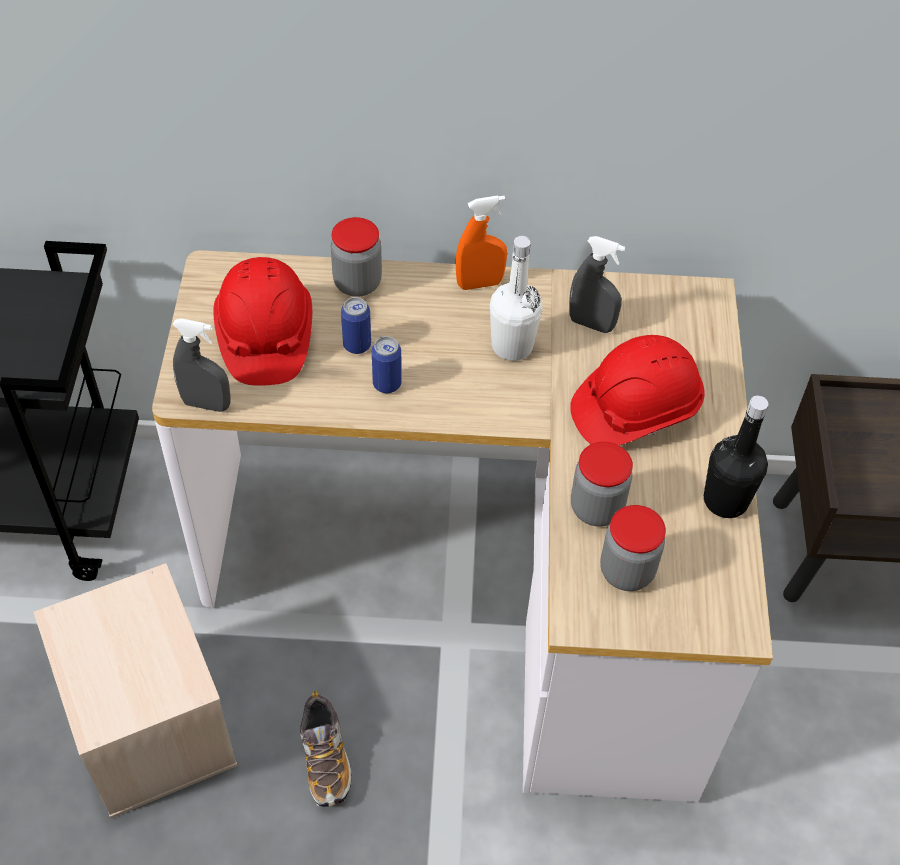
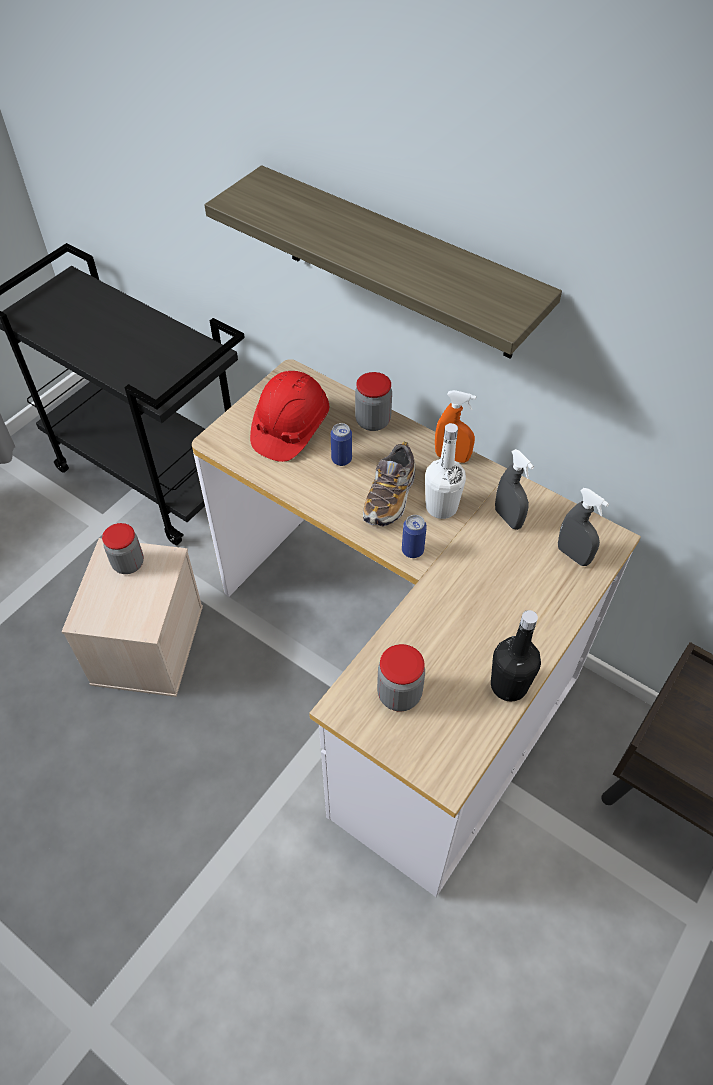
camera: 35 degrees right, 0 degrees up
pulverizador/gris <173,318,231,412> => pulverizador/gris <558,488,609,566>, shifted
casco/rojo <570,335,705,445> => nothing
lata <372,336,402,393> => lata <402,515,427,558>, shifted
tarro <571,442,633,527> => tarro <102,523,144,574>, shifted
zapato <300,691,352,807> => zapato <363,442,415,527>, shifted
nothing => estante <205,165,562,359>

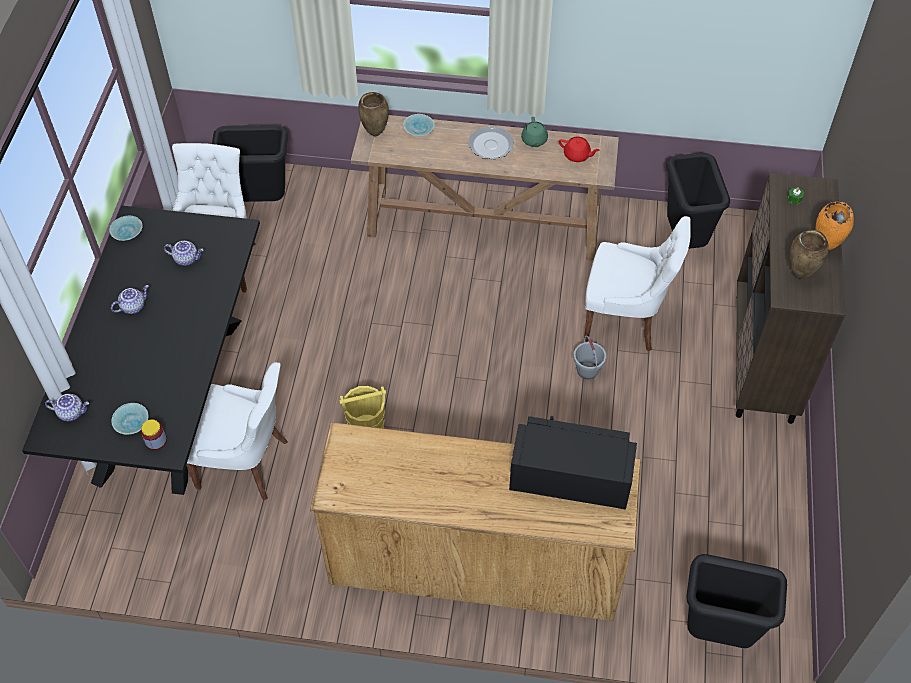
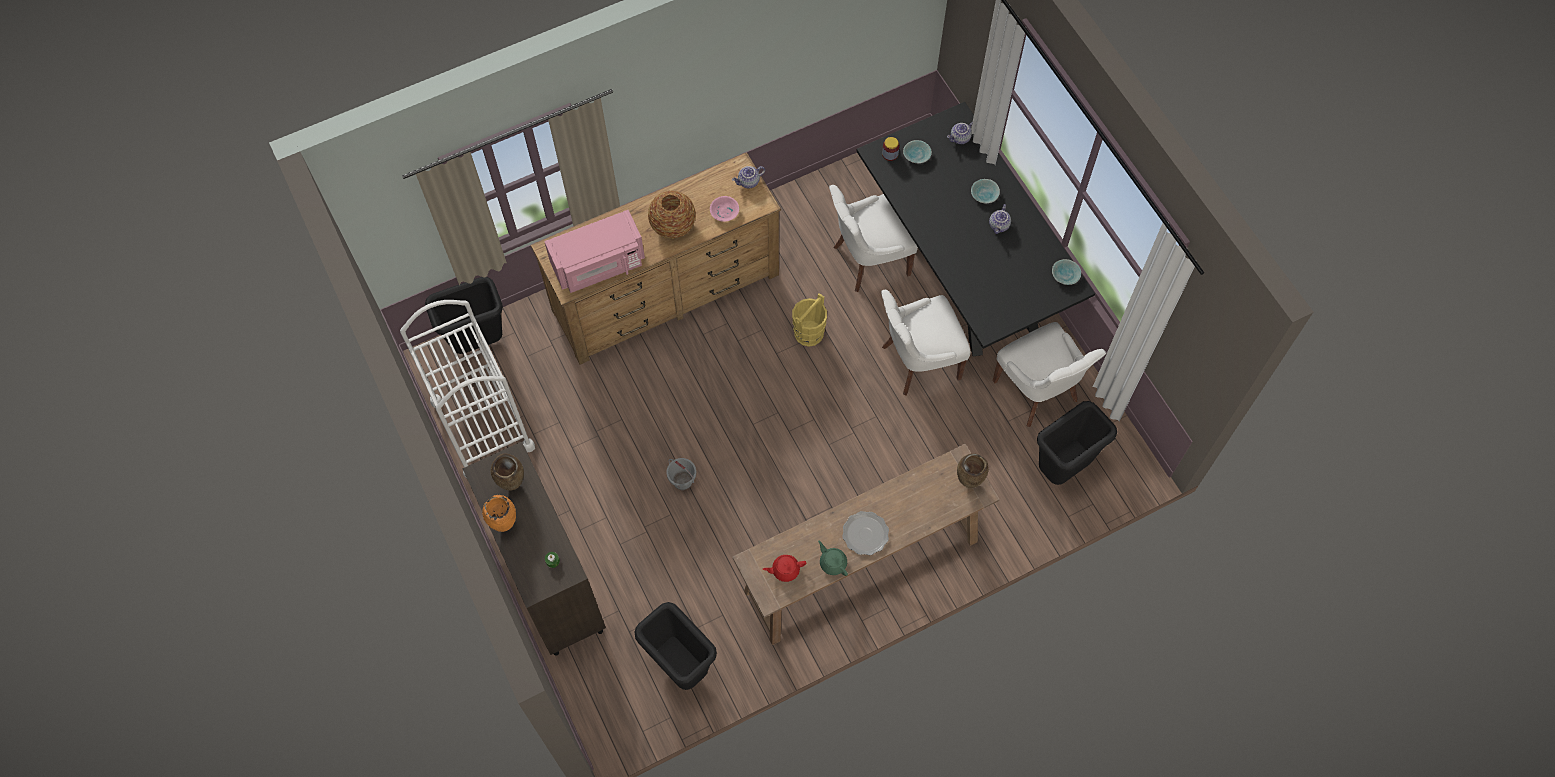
camera: 145 degrees right, 10 degrees up
cuenco/turquesa <404,114,434,136> => cuenco/turquesa <971,179,1000,203>, shifted
silla/blanco <584,216,691,352> => silla/blanco <881,290,971,396>, shifted
tetera <164,241,204,266> => tetera <732,166,765,188>, shifted
microondas/negro <509,416,637,510> => microondas/rosa <544,210,645,293>
nothing => florero <648,190,696,238>
nothing => cuenco/rosa <710,196,739,222>
nothing => carrito/blanco <400,300,535,479>

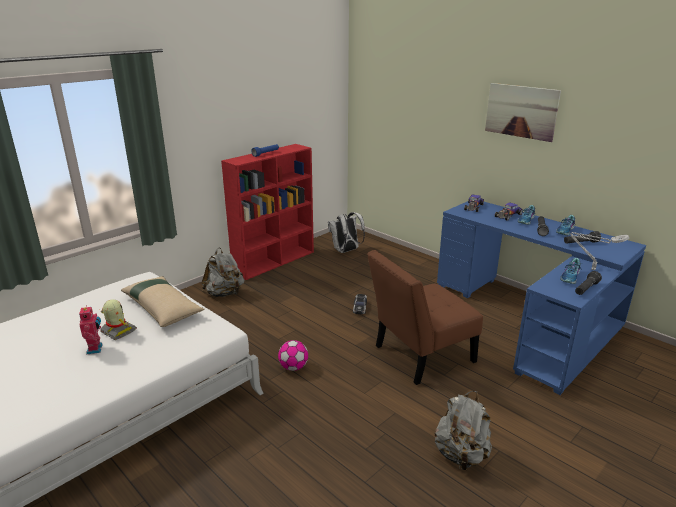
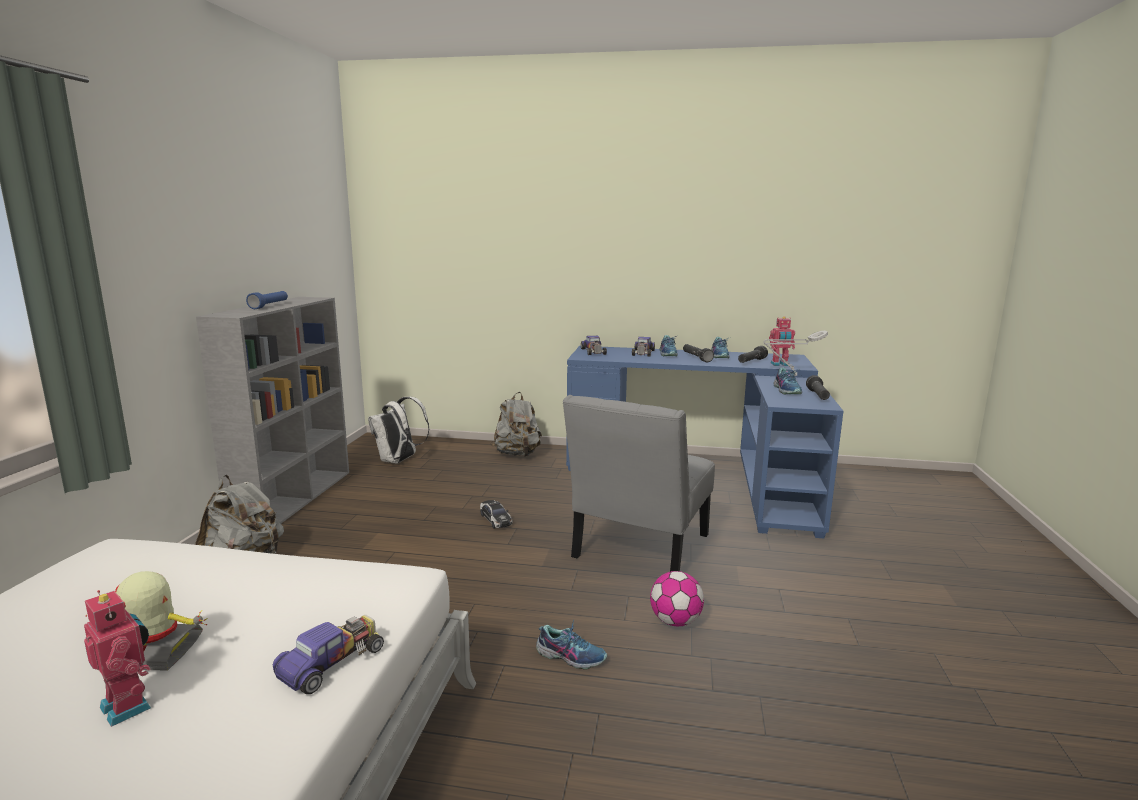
camera: 35 degrees left, 10 degrees down
cuadro <485,83,561,142> => nothing
estantería/rojo <221,144,314,280> => estantería/gris <196,297,349,524>
silla/marrón <367,250,483,385> => silla/gris <563,395,715,572>
cojín/beis <121,276,204,327> => nothing
balón de fútbol <278,340,308,371> => balón de fútbol <650,571,704,626>, shifted
mochila/gris <435,391,492,470> => mochila/gris <491,392,542,457>, shifted
nothing => robot de juguete <769,316,795,366>
nothing => coche de juguete <273,615,384,694>
nothing => zapato <536,620,607,670>

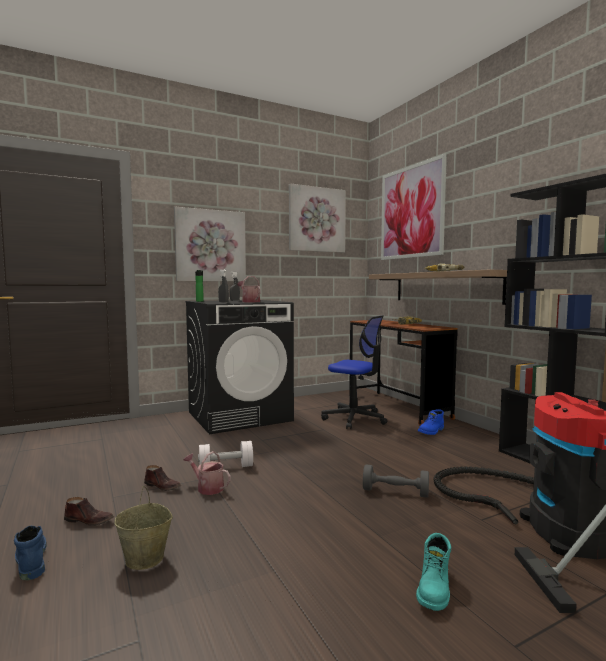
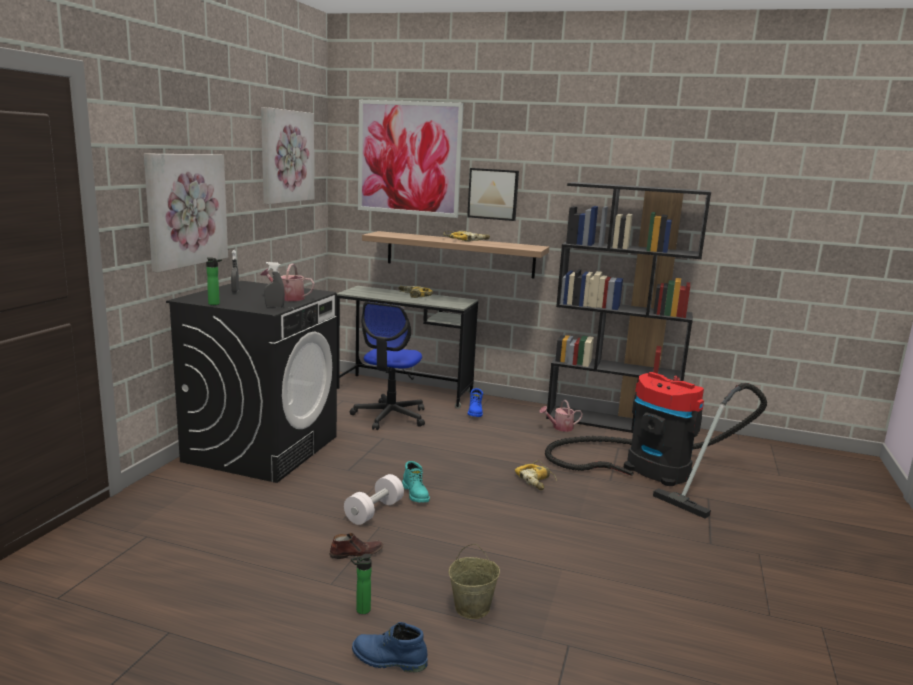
camera: 45 degrees left, 10 degrees up
silla de oficina <321,315,387,429> => silla de oficina <350,302,425,430>, 120 degrees clockwise
escritorio/marrón <349,320,458,426> => escritorio/gris <337,286,478,409>
regadera <183,451,231,495> => regadera <540,400,583,432>, shifted
mancuerna/gris <363,464,429,498> => taladro <515,460,557,490>
zapato/marrón <64,497,114,526> => botella <351,554,372,614>
bota/turquesa <416,533,451,611> => bota/turquesa <402,461,430,503>, shifted
nothing => cuadro <467,168,519,221>

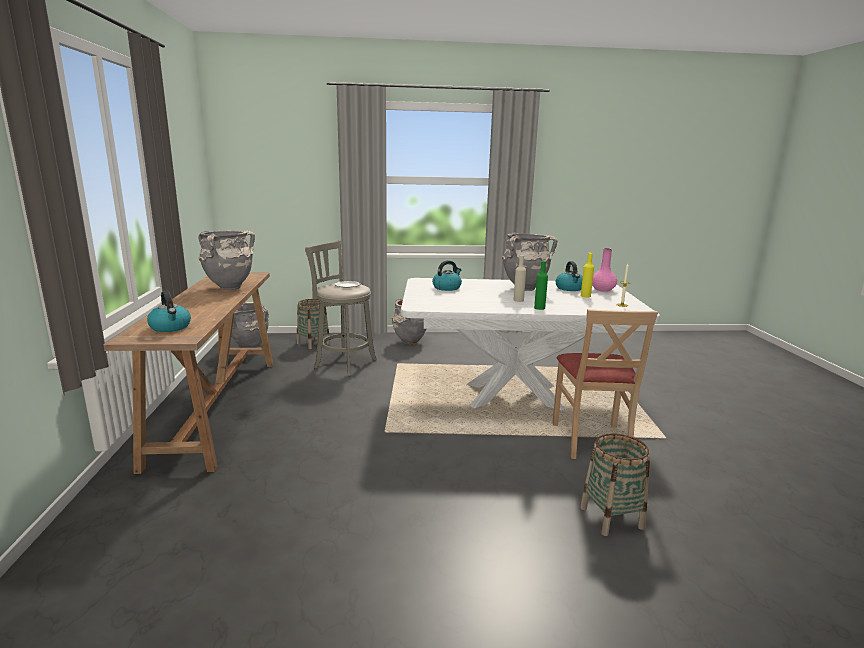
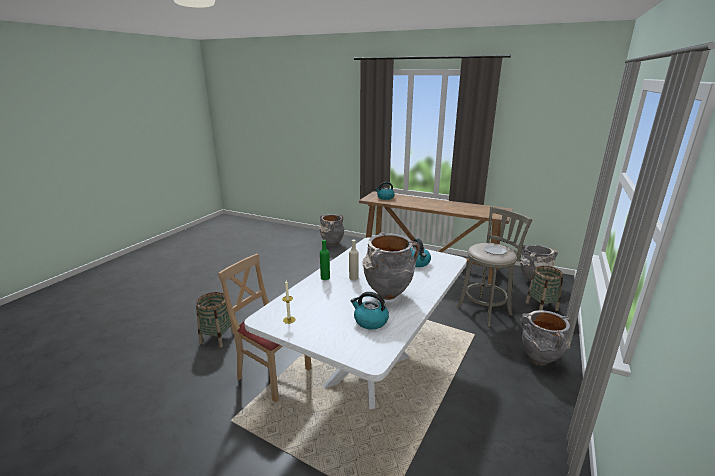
camera: 120 degrees right, 5 degrees up
florero/gris <198,230,255,290> => florero/gris <319,214,345,246>, shifted
florero/rosa <592,248,617,292> => nothing
botella/amarillo <581,253,594,297> => nothing

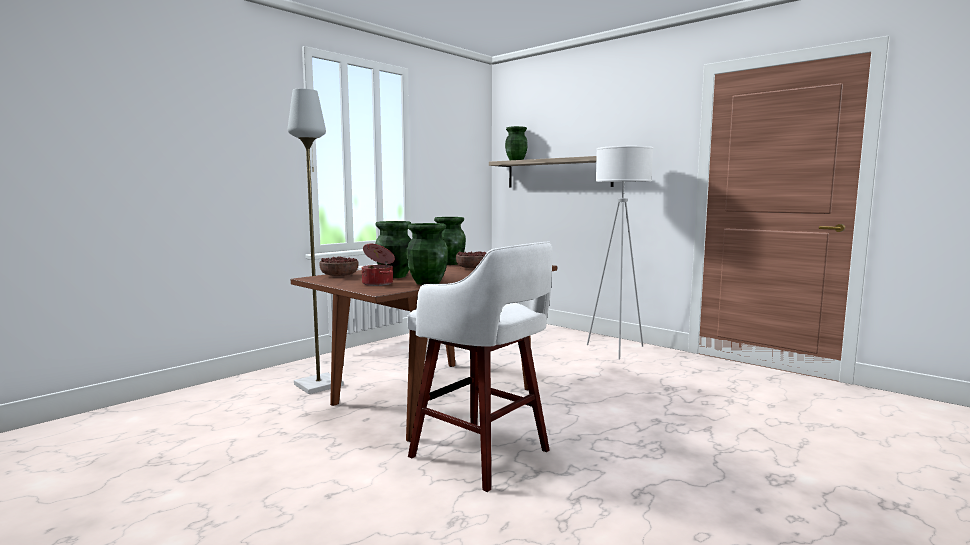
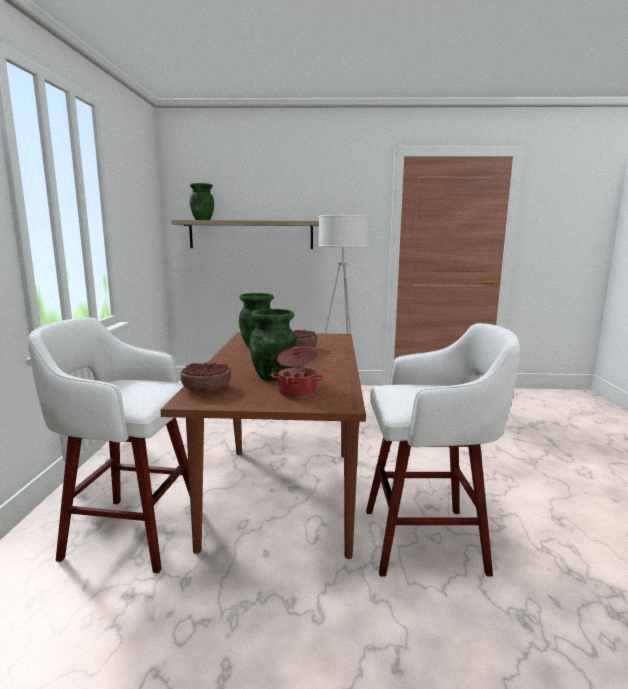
camera: 40 degrees left, 5 degrees up
lámpara de pie/gris <288,89,344,394> => taburete/blanco <28,318,190,573>
florero/verde <407,223,448,285> => nothing

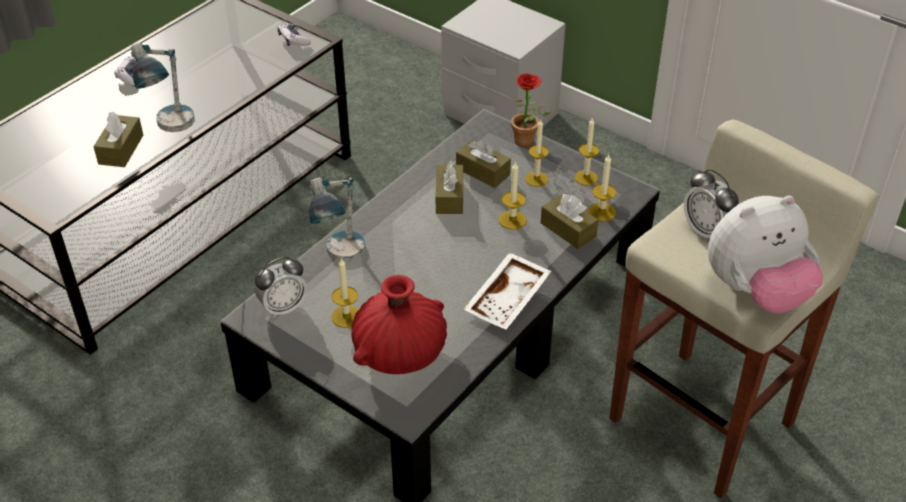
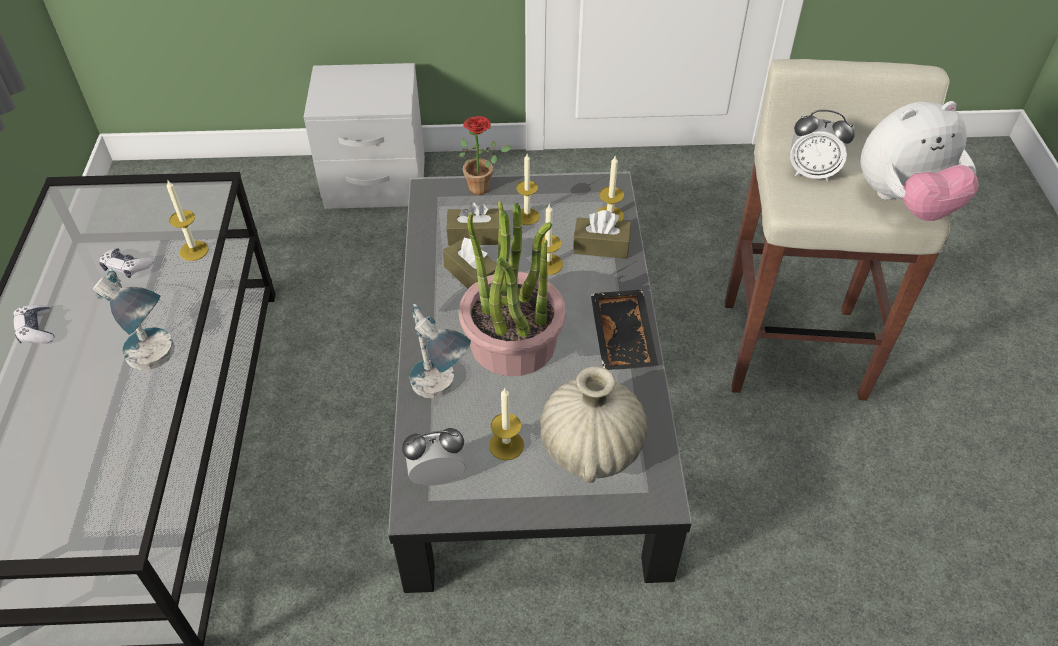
camera: 40 degrees left, 5 degrees up
mando de consola <278,23,311,46> => mando de consola <99,248,154,278>, shifted
caja de pañuelos/marrón <93,112,143,167> => nothing
vela <575,117,599,185> => vela <167,179,209,261>, shifted
peluche <708,196,823,313> => peluche <860,101,978,221>, 45 degrees clockwise
bandeja/blanco <463,252,551,330> => bandeja/negro <591,289,658,370>
despertador <255,257,307,318> => despertador <402,428,466,486>, 120 degrees counterclockwise
florero/rojo <351,275,447,374> => florero/beis <540,366,648,483>
nothing => planta en maceta <459,201,566,376>

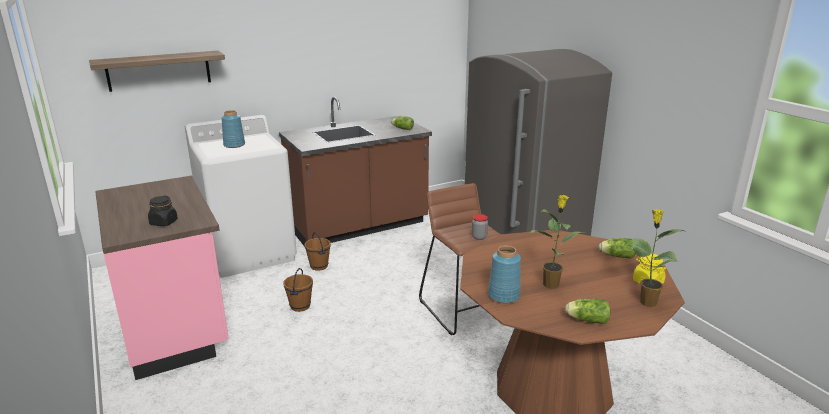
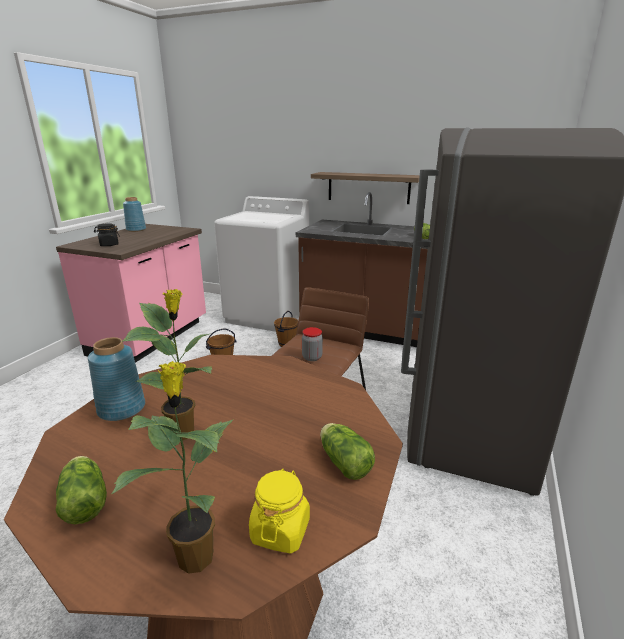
camera: 50 degrees right, 0 degrees up
estante <89,51,225,92> => estante <311,172,420,204>, shifted
florero/azul <222,110,245,148> => florero/azul <123,197,146,232>, shifted

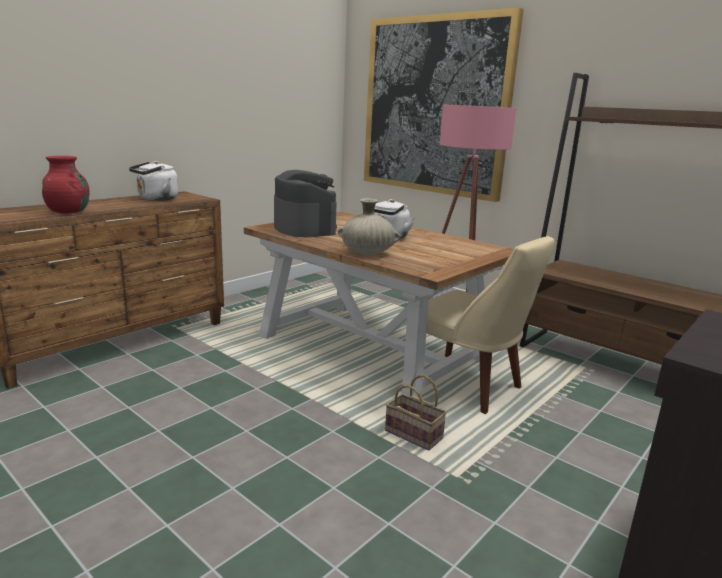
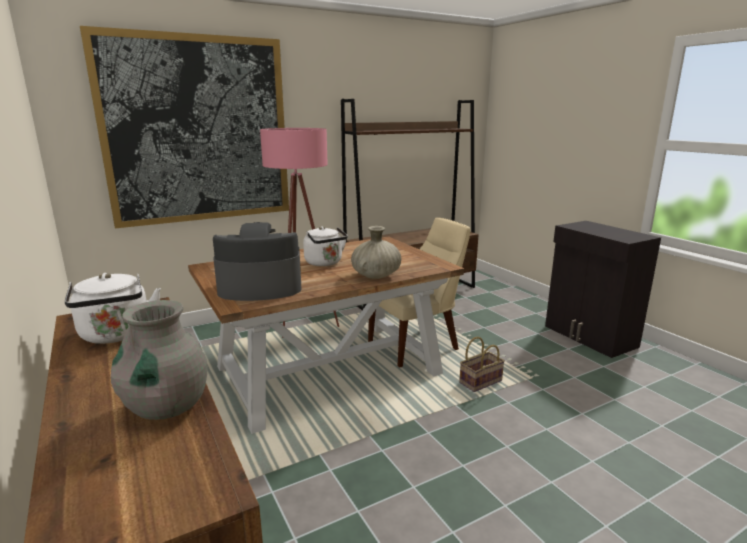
camera: 70 degrees left, 0 degrees up
florero/rojo <42,156,90,214> => florero/gris <111,300,208,420>

